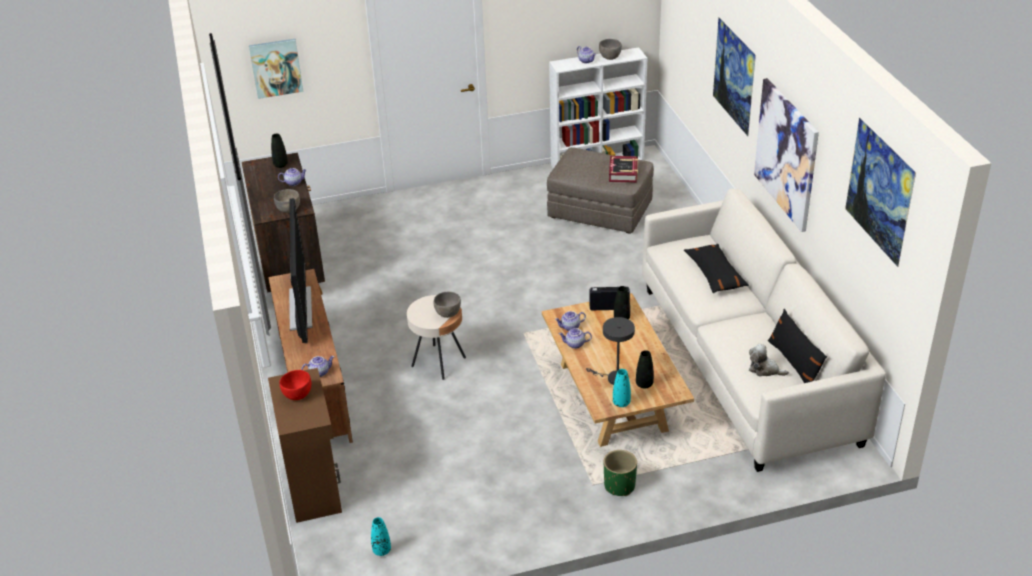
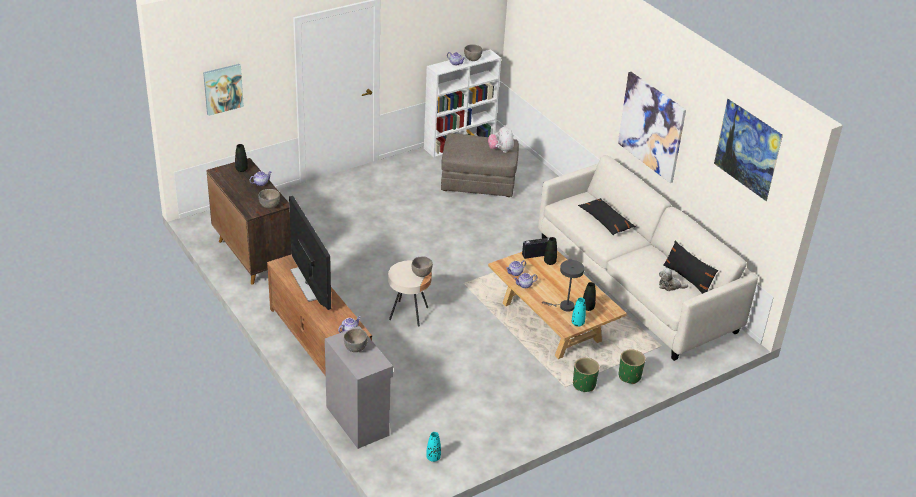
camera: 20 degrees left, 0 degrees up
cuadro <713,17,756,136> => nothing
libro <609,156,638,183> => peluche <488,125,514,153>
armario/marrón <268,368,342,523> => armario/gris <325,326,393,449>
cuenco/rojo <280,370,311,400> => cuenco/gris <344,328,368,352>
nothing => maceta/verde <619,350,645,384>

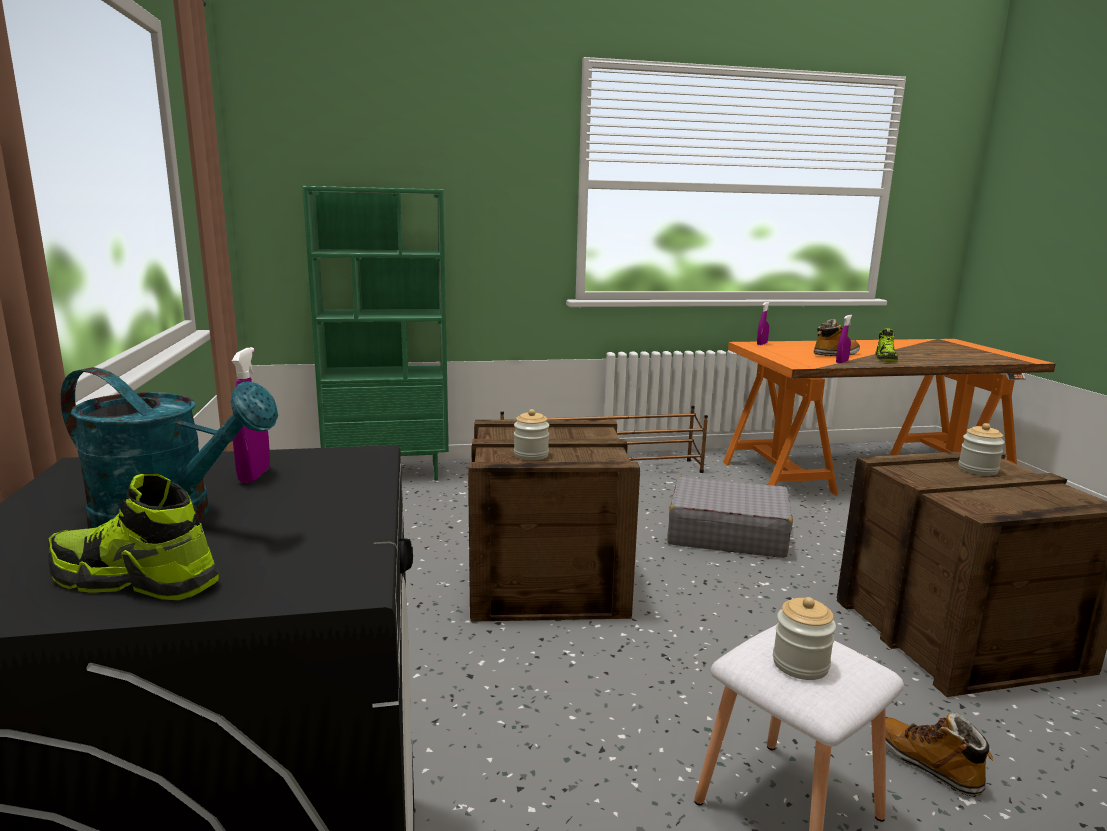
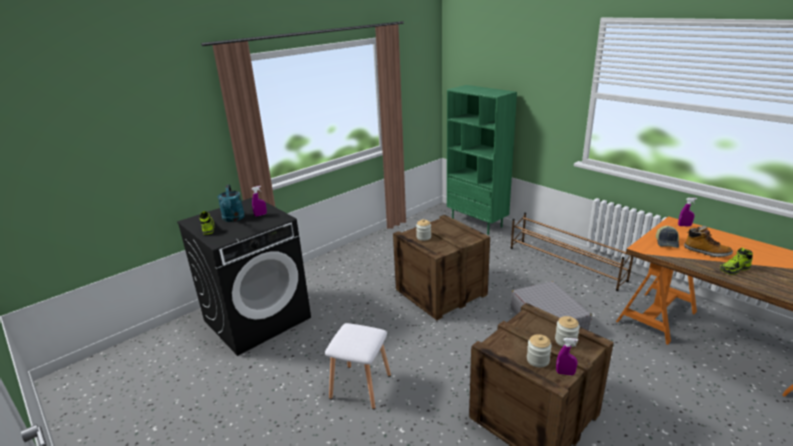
camera: 60 degrees right, 10 degrees up
pulverizador/morado <836,315,853,363> => pulverizador/morado <556,338,578,375>, shifted
tarro <773,597,836,680> => tarro <527,334,552,368>, shifted
bota <886,713,993,797> => nothing
nothing => gorra <656,226,679,248>

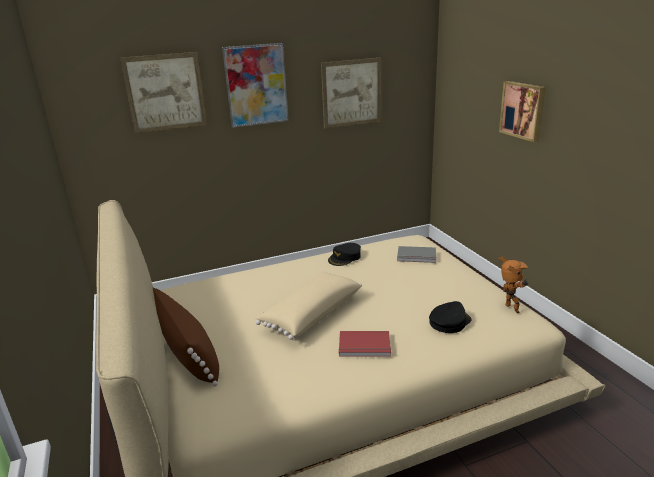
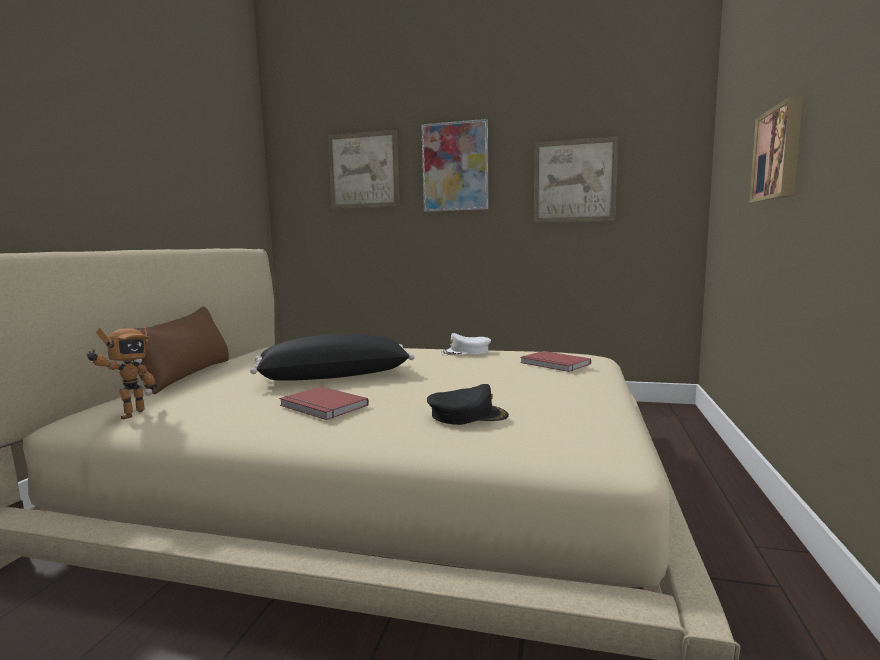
camera: 35 degrees right, 15 degrees down
gorra/negro <328,243,361,266> => gorra/blanco <440,333,491,355>
libro/gris <397,246,436,263> => libro/rojo <520,351,591,372>
robot de juguete <499,256,528,313> => robot de juguete <86,326,157,419>, shifted
cojín/beis <256,272,362,340> => cojín/negro <250,333,414,381>

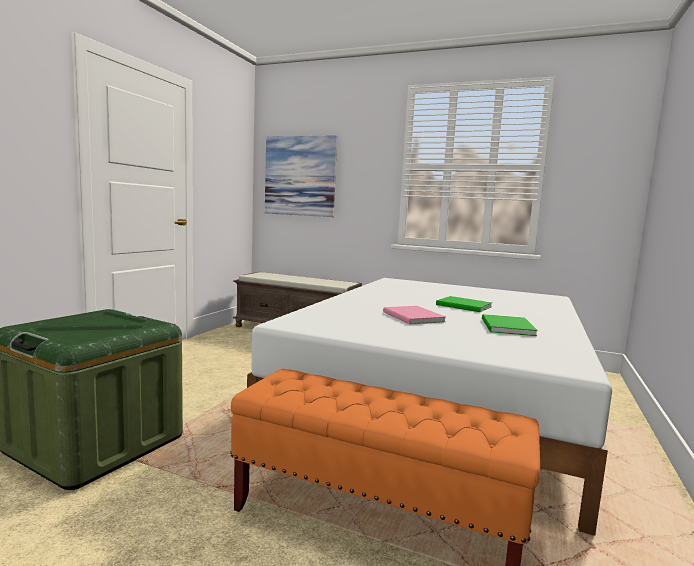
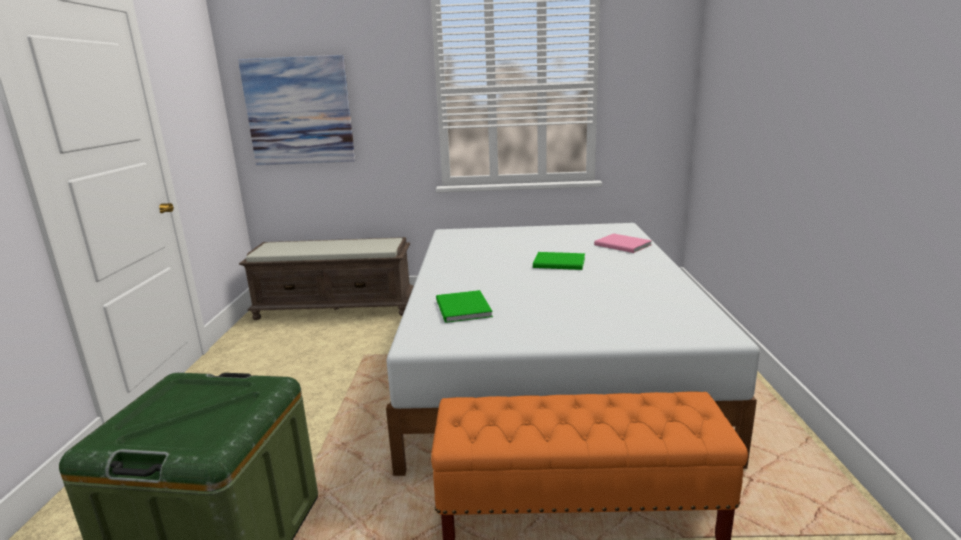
camera: 20 degrees left, 10 degrees up
libro/rosa <383,306,446,325> => libro/rosa <594,234,652,253>, shifted
libro/verde <482,314,538,336> => libro/verde <436,290,493,323>, shifted

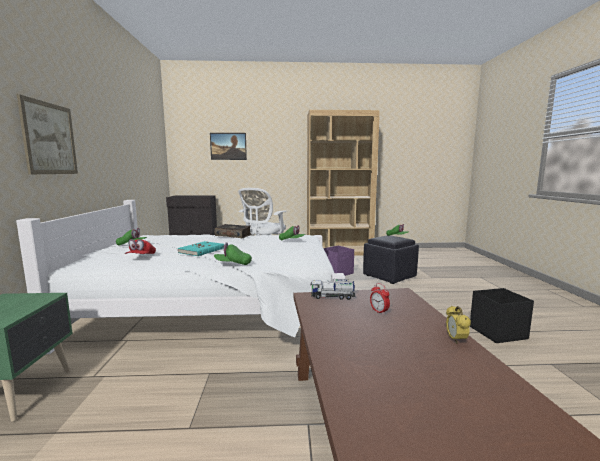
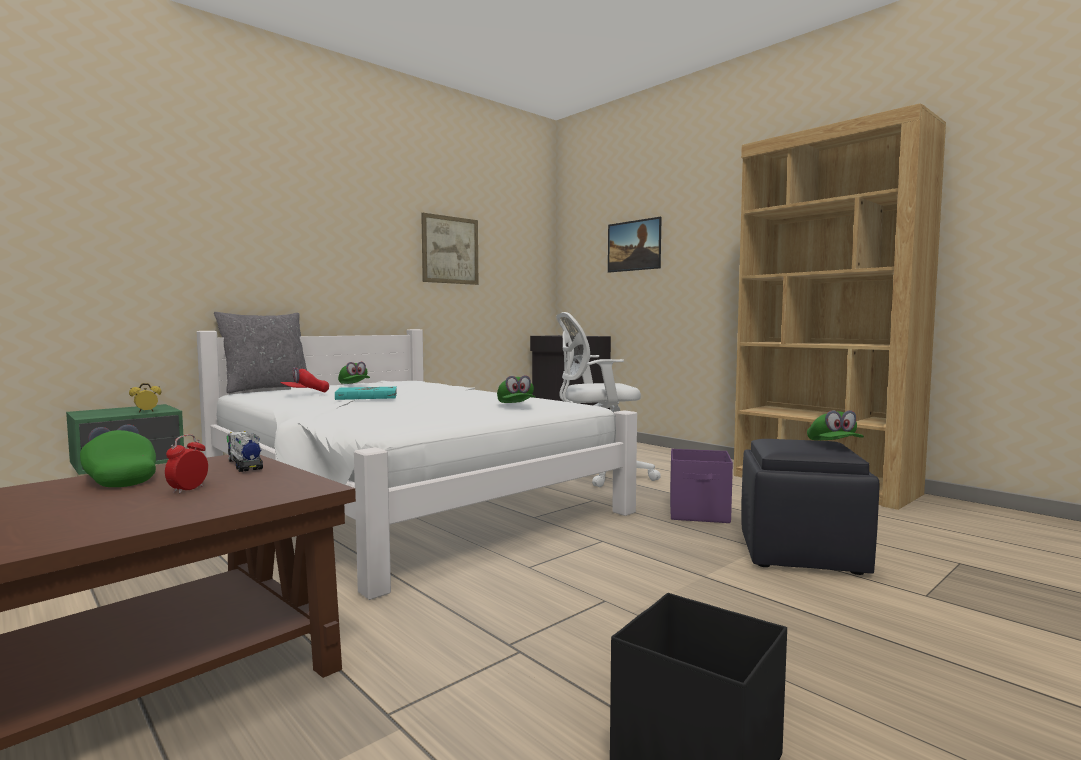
camera: 50 degrees right, 5 degrees down
cuadro <17,94,78,174> => cuadro <421,213,478,285>, shifted
libro <214,224,251,238> => nothing
gorra/verde <214,242,252,265> => gorra/verde <80,425,156,487>, shifted
despertador <446,306,471,344> => despertador <129,383,161,413>, shifted
nothing => cojín/gris <214,312,307,393>

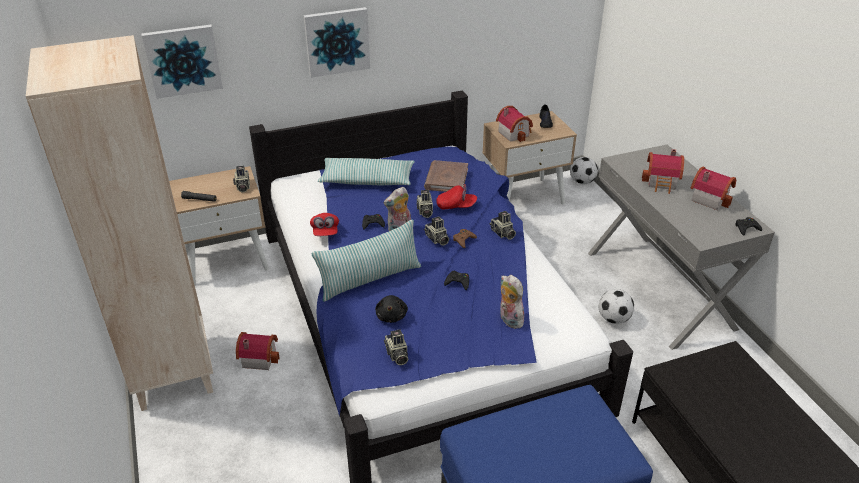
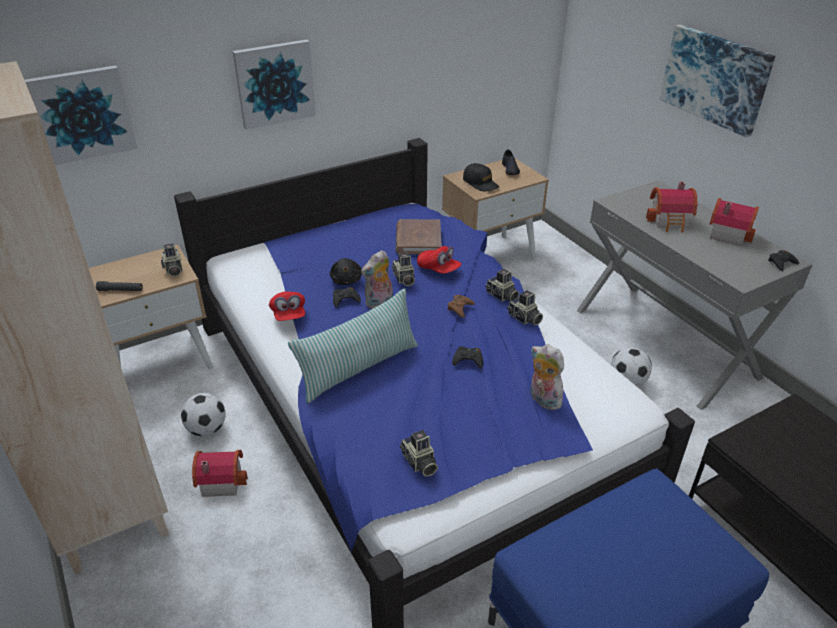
camera: 10 degrees left, 0 degrees up
casita <496,106,533,142> => gorra/negro <463,163,499,191>
balón de fútbol <570,157,598,184> => balón de fútbol <181,393,226,436>, shifted
cojín <318,158,415,185> => nothing
gorra/rojo <436,184,477,210> => gorra/rojo <417,246,461,274>, 45 degrees clockwise
cámara <424,216,449,246> => cámara <507,290,543,325>, shifted
peluche/negro <375,295,408,323> => peluche/negro <330,258,362,285>, shifted
nothing => cuadro <659,25,775,137>

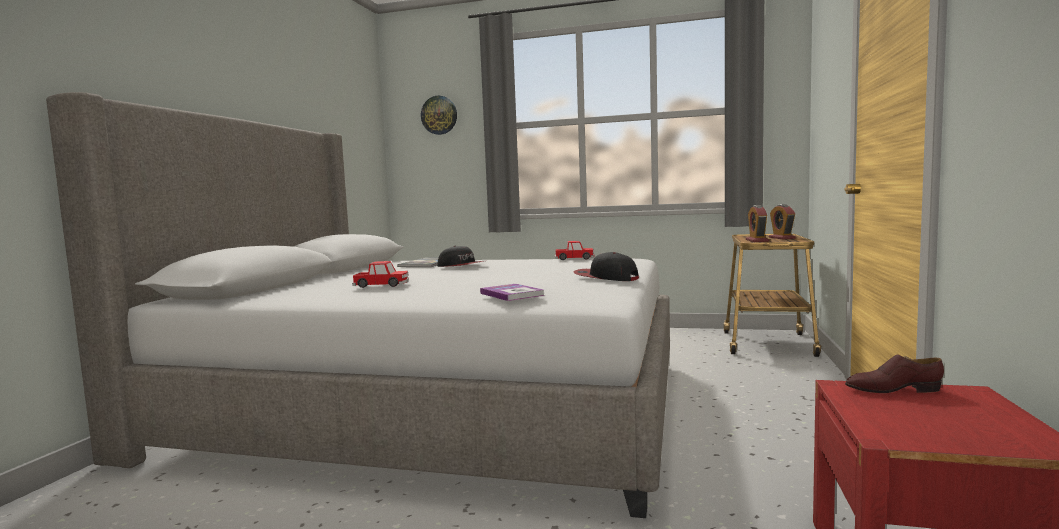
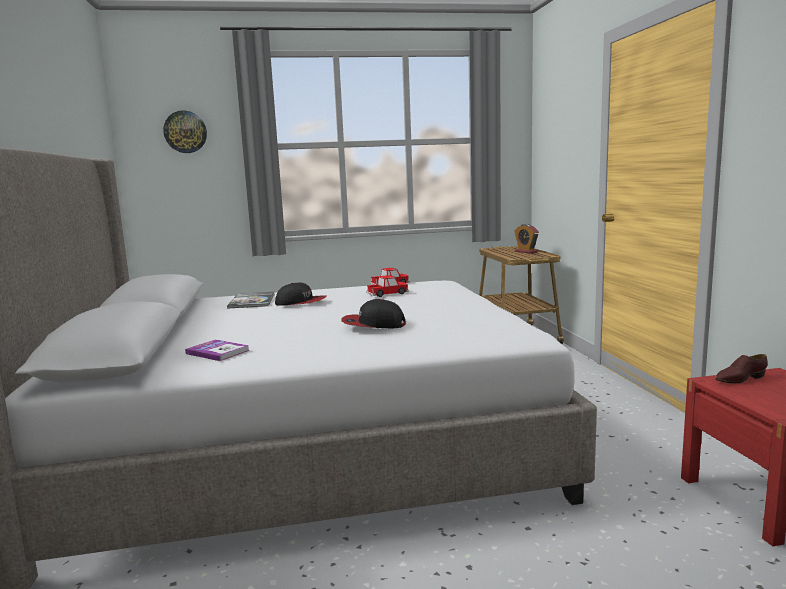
camera: 25 degrees left, 5 degrees up
despertador <746,205,769,242> => nothing
gorra <574,252,639,281> => gorra <341,299,406,328>, shifted
coche de juguete <352,261,409,288> => coche de juguete <366,275,409,297>, shifted
libro <480,284,545,301> => libro <185,339,250,361>, shifted

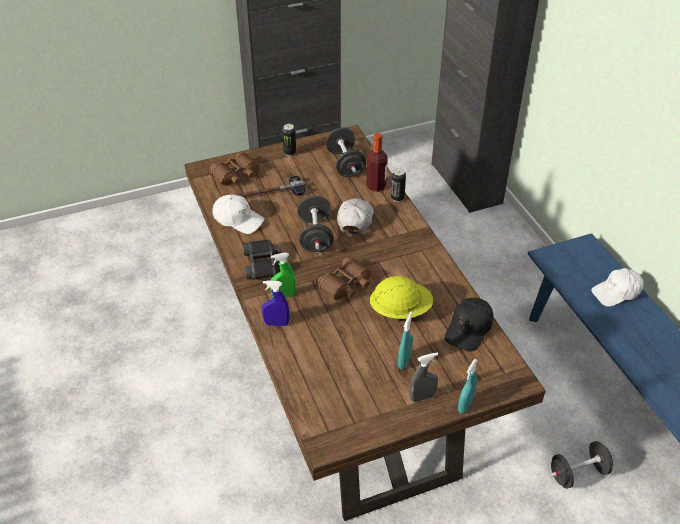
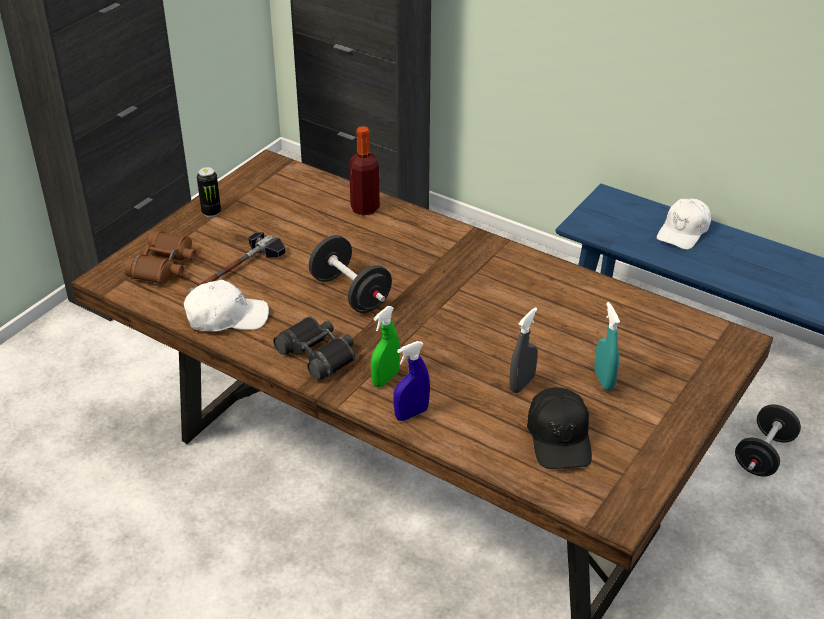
camera: 35 degrees left, 5 degrees down
mancuerna/negro <325,127,366,177> => nothing
lata <391,168,406,202> => nothing
gorra/blanco <337,198,374,234> => nothing
prismáticos/marrón <316,256,372,300> => nothing
casco/amarillo <370,276,433,322> => nothing
gorra/negro <445,298,493,352> => gorra/negro <527,387,592,469>, shifted
pulverizador/gris <409,353,438,402> => pulverizador/gris <509,307,538,393>, shifted
pulverizador/turquesa <458,359,478,414> => nothing

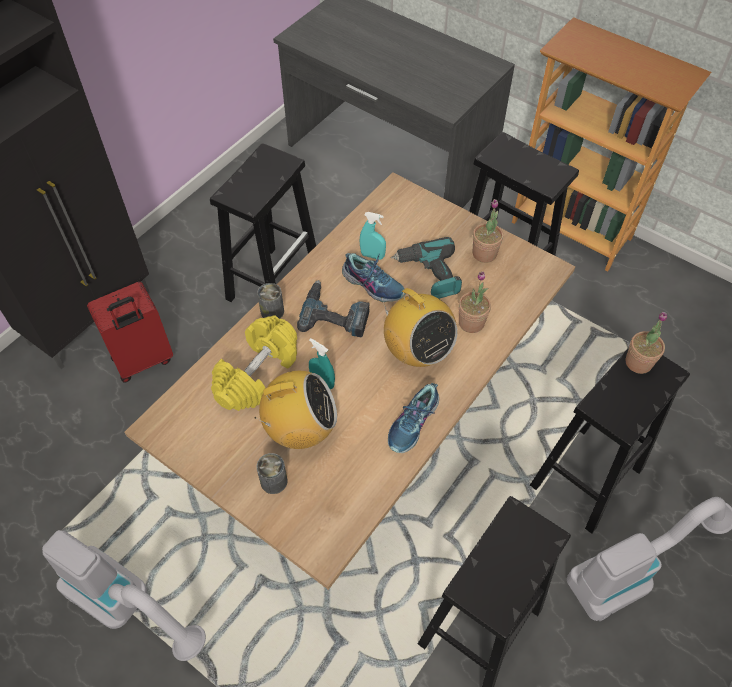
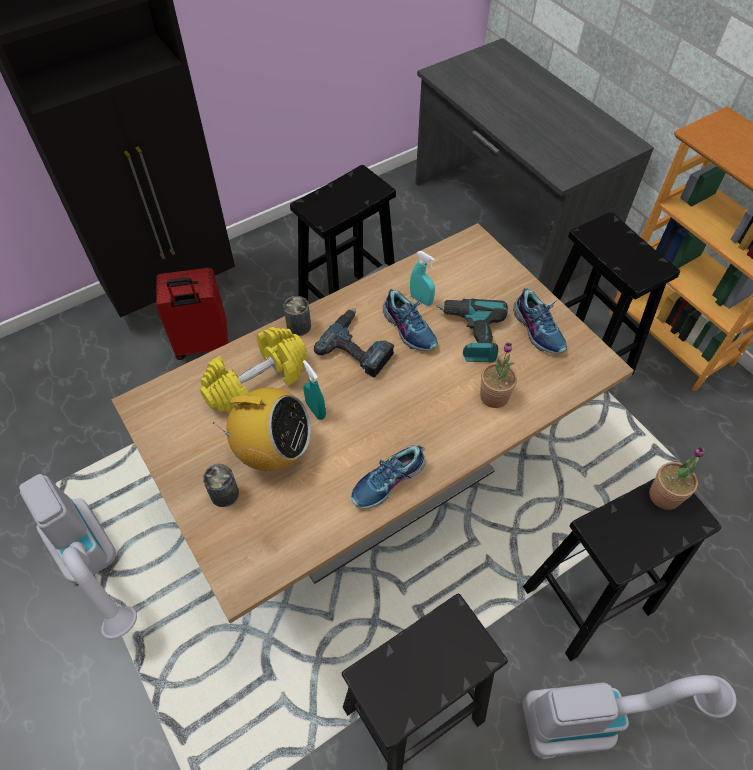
camera: 20 degrees right, 0 degrees up
planta en maceta <473,199,503,263> => zapato <513,288,567,354>
radio <381,288,458,367> => nothing

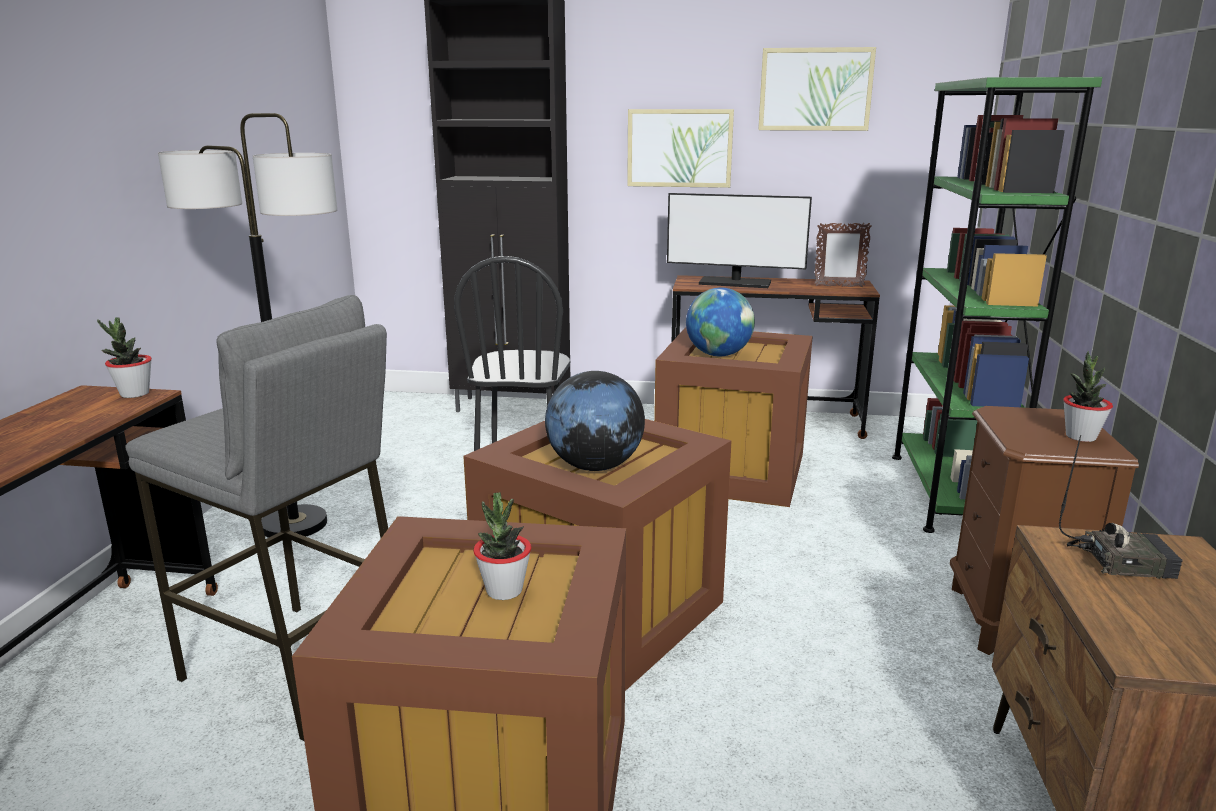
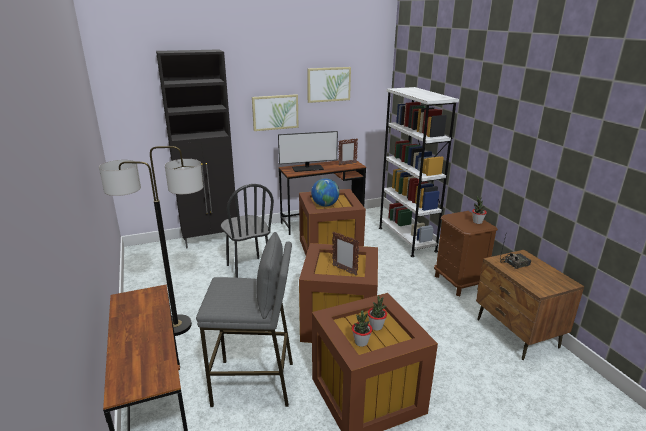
camera: 30 degrees left, 5 degrees up
estantería/verde <892,77,1102,533> => estantería/blanco <379,87,459,257>
planta en maceta <97,317,152,398> => planta en maceta <352,310,372,347>, shifted
globo terráqueo <545,371,645,471> => portarretratos <332,232,359,275>

